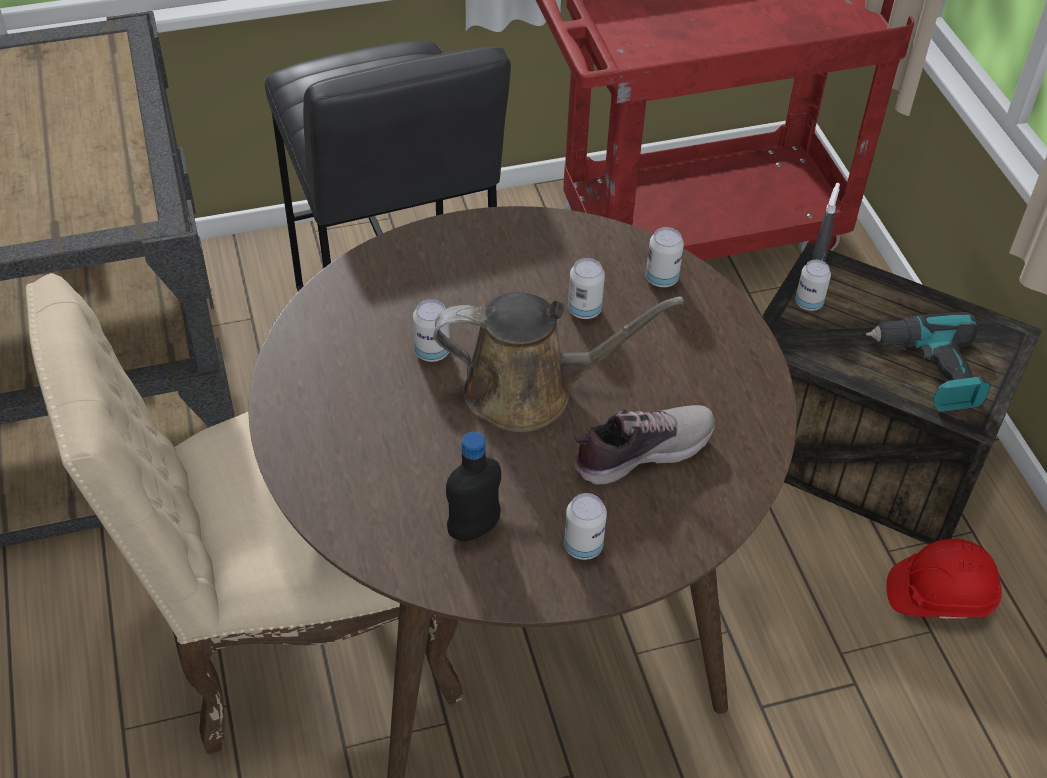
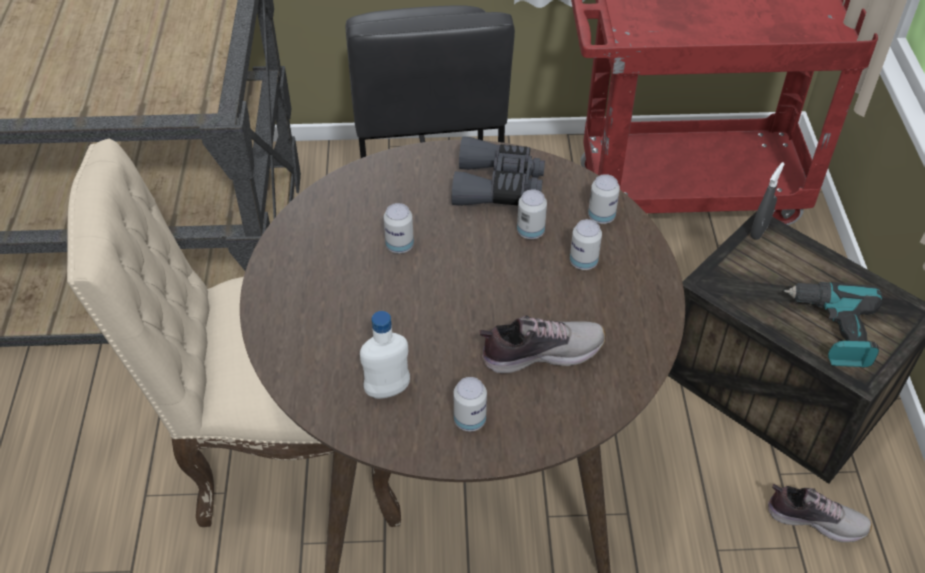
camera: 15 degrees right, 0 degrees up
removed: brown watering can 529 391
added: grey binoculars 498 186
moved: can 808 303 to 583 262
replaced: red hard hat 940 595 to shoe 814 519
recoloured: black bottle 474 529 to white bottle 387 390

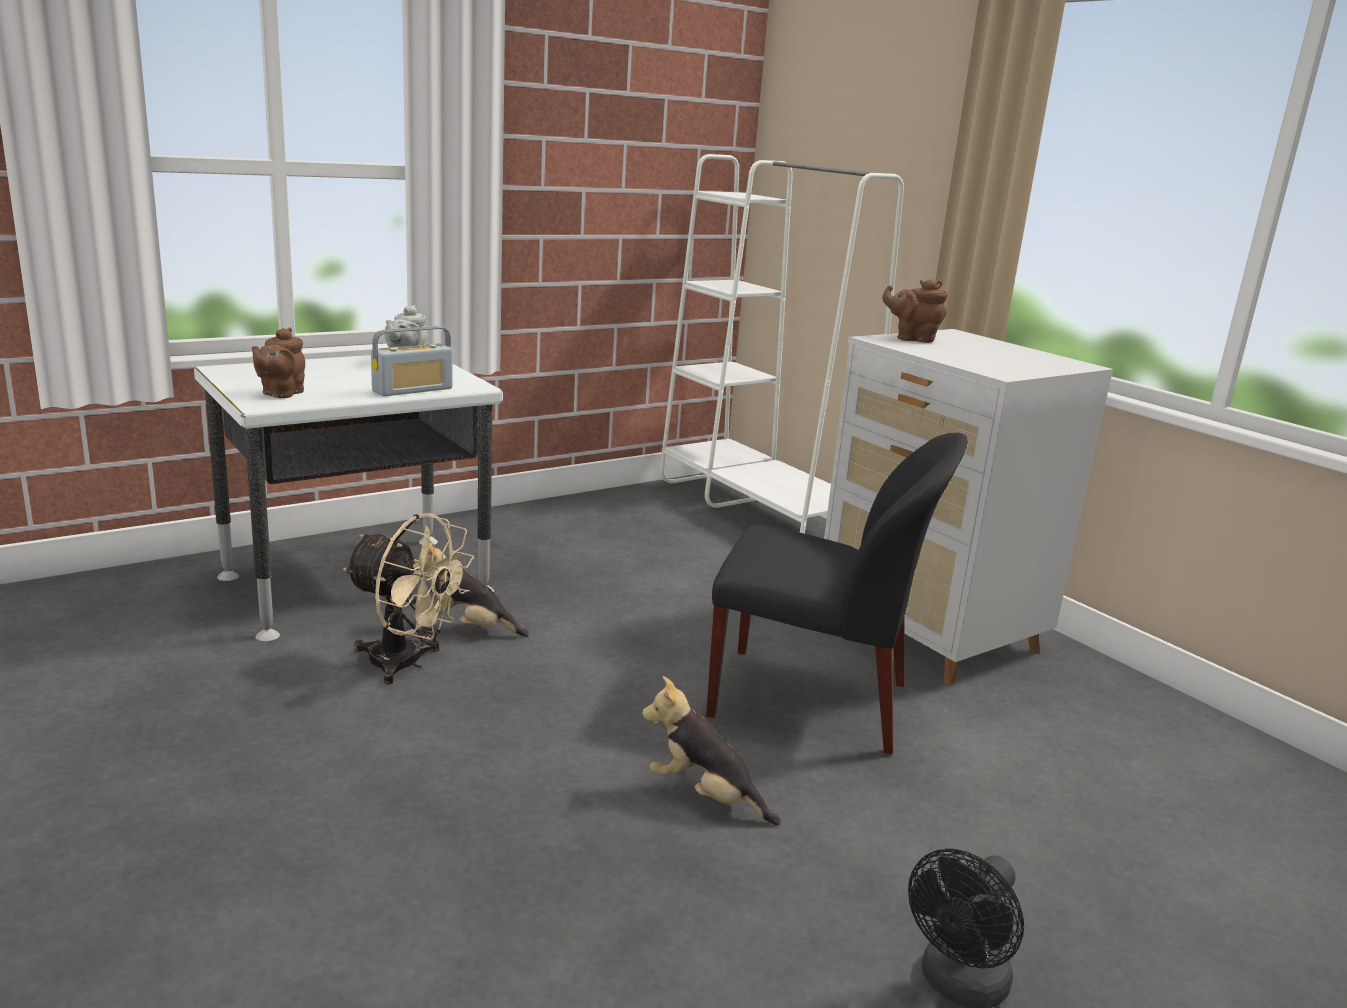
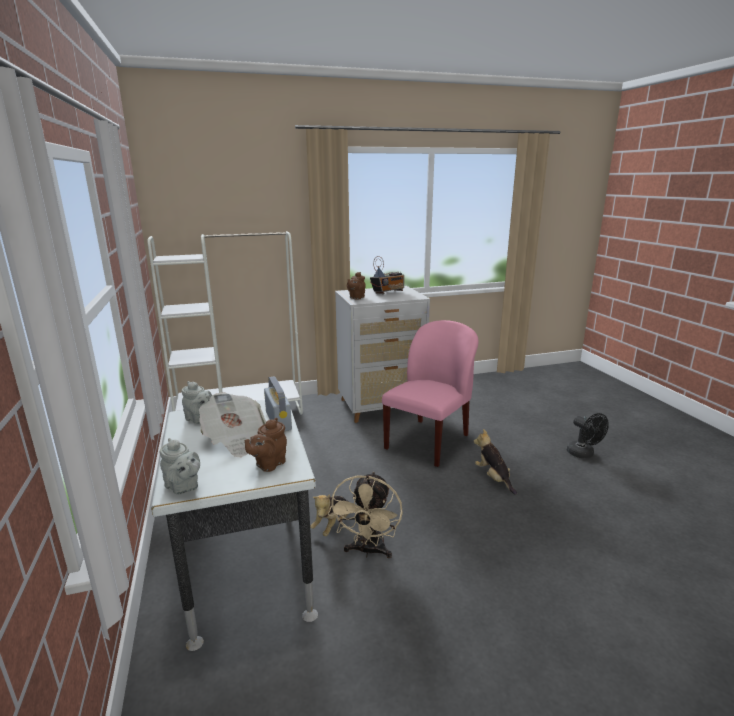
camera: 70 degrees left, 0 degrees up
added: grey teapot 183 487; newspaper 236 440; radio 388 292
recoloured: black chair 814 701 to pink chair 428 441
turned: brown teapot 280 393 = 269 464 90 degrees clockwise; beige fan 407 664 = 368 551 150 degrees clockwise; plush toy 705 796 = 493 478 105 degrees clockwise

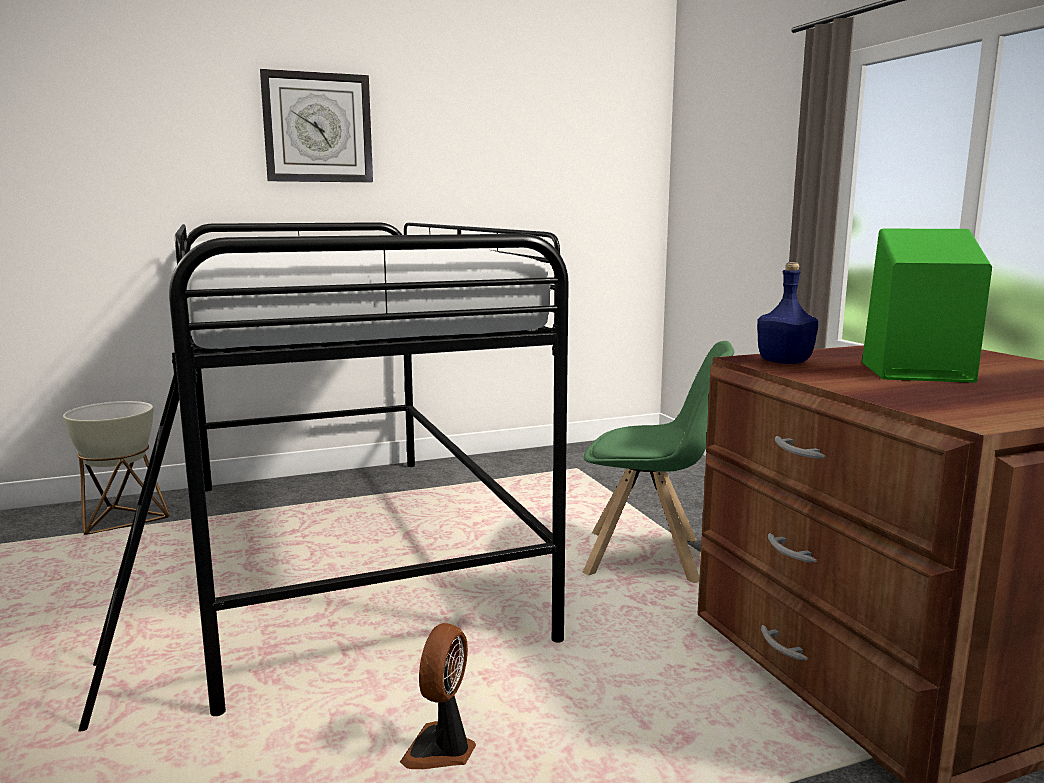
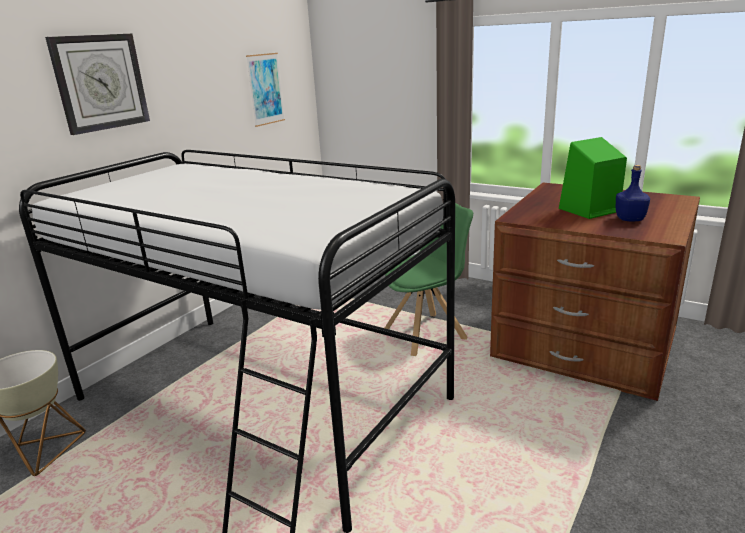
camera: 35 degrees left, 10 degrees up
removed: fan 441 751
added: picture 265 89
moved: blue bottle 784 362 to 630 219

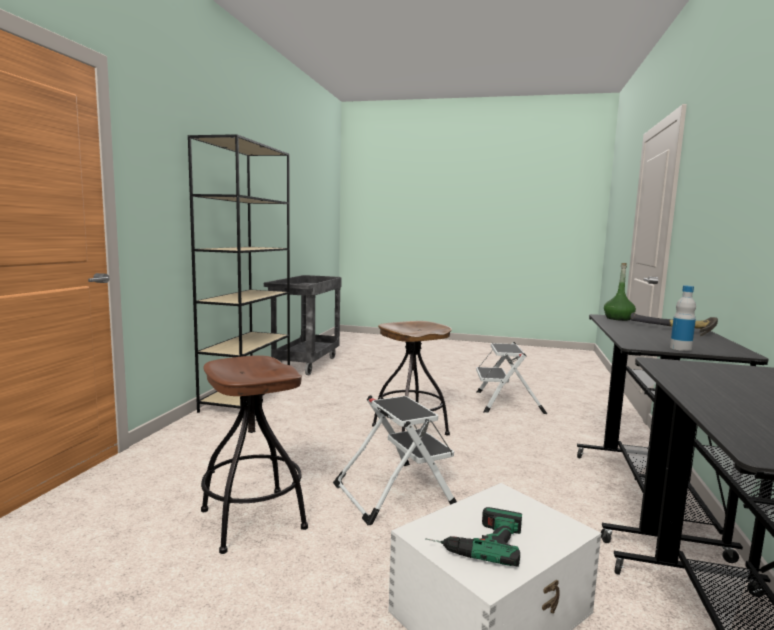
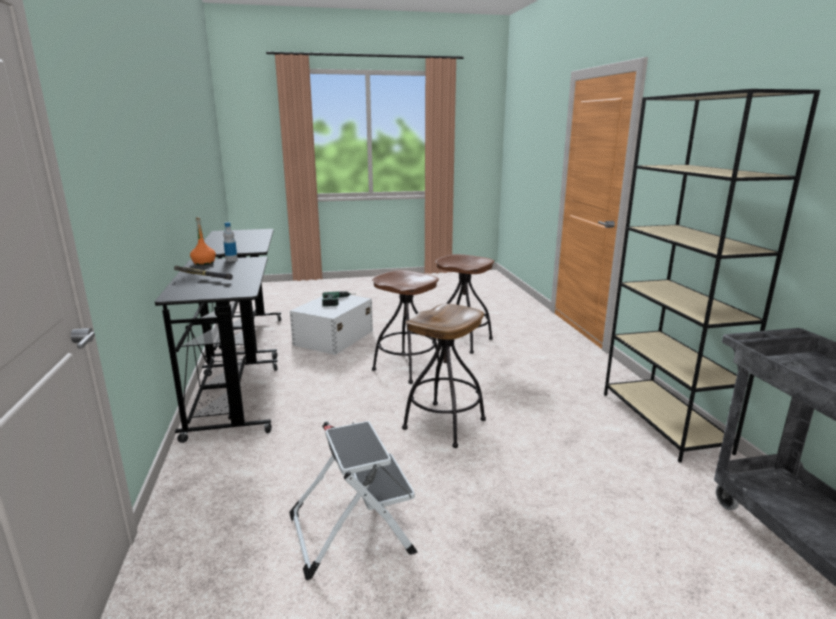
camera: 155 degrees right, 10 degrees up
removed: green bottle 618 318
added: orange bottle 204 263
replaced: step ladder 394 491 to brown stool 407 368

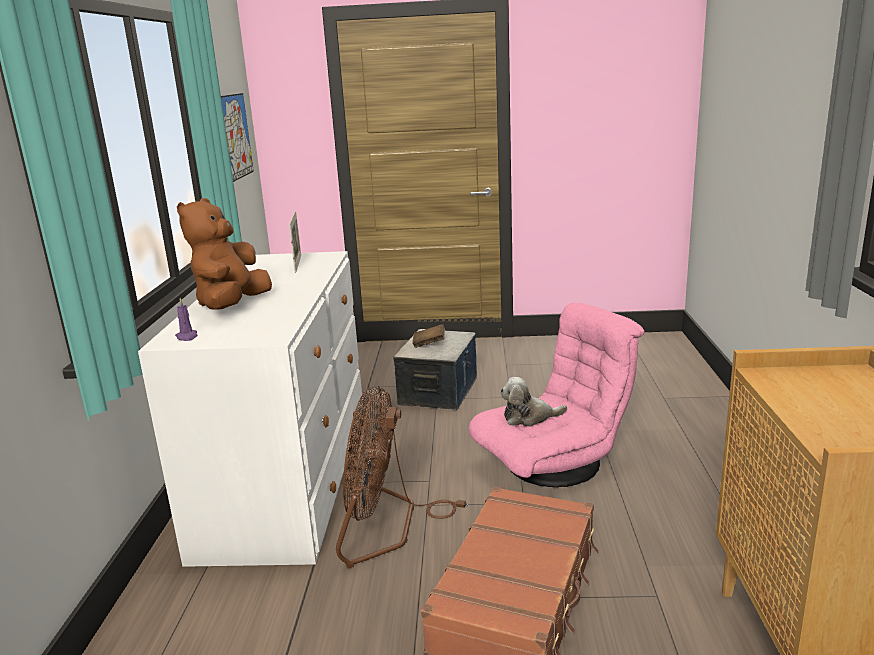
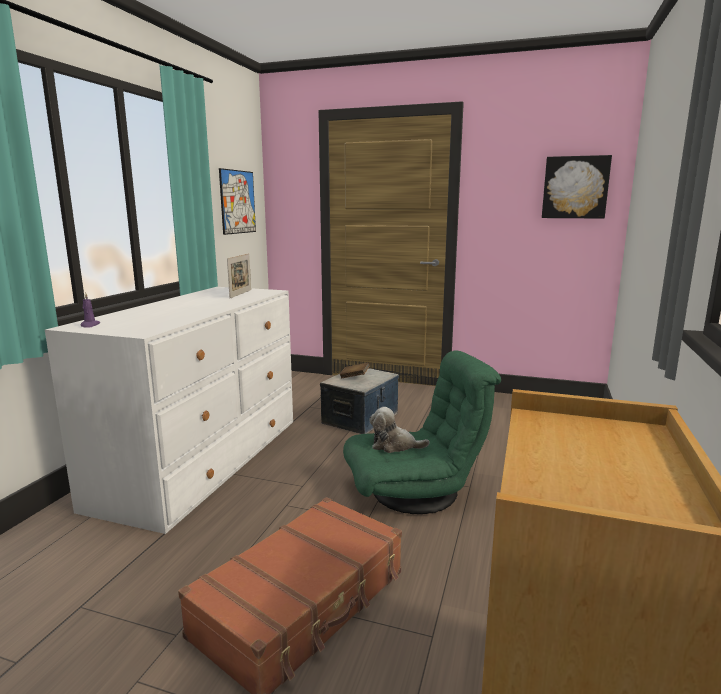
camera: 15 degrees right, 5 degrees down
removed: brown plush toy 232 306; brown fan 390 521
added: picture 575 187
recoloured: pink armchair 553 465 to green armchair 414 493

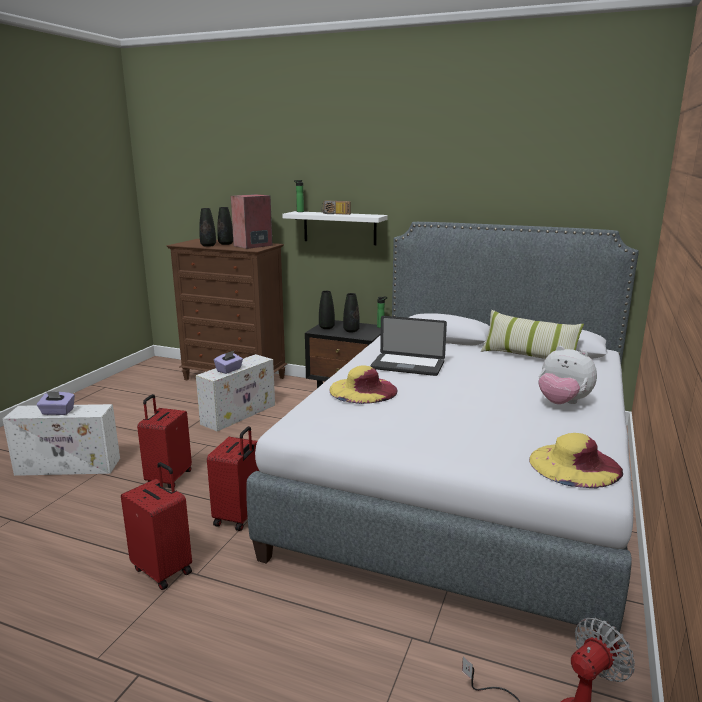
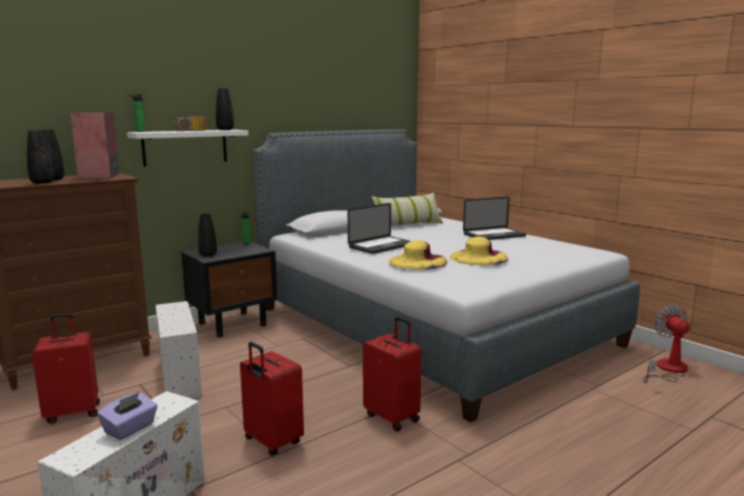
camera: 60 degrees left, 5 degrees down
removed: purple tissue box 229 370
moved: red suitcase 164 570 to 73 412; black vase 351 330 to 225 130; yellow hat 574 464 to 478 257
replaced: plush toy 562 403 to laptop 494 235

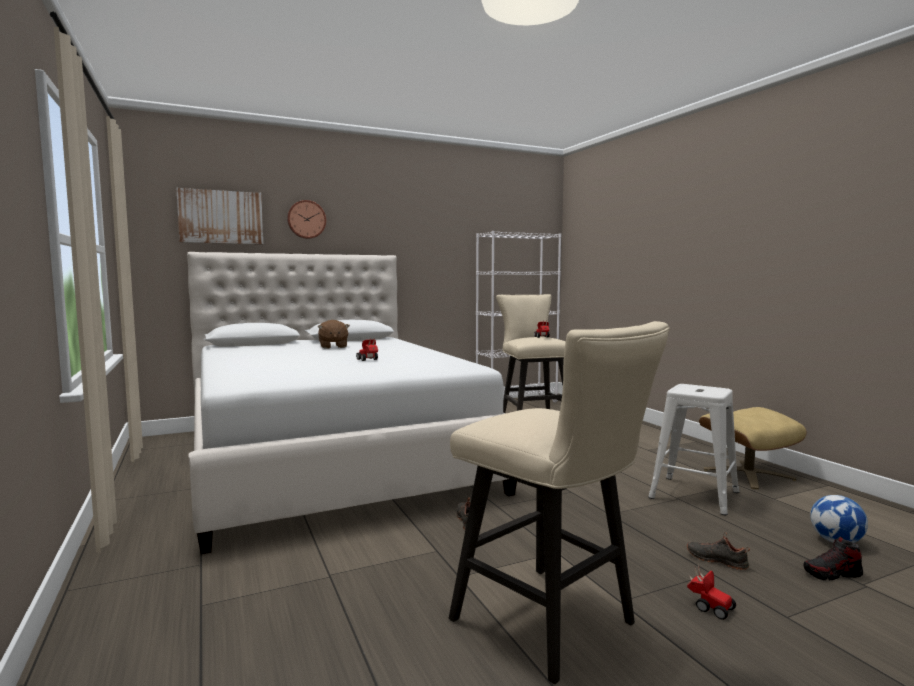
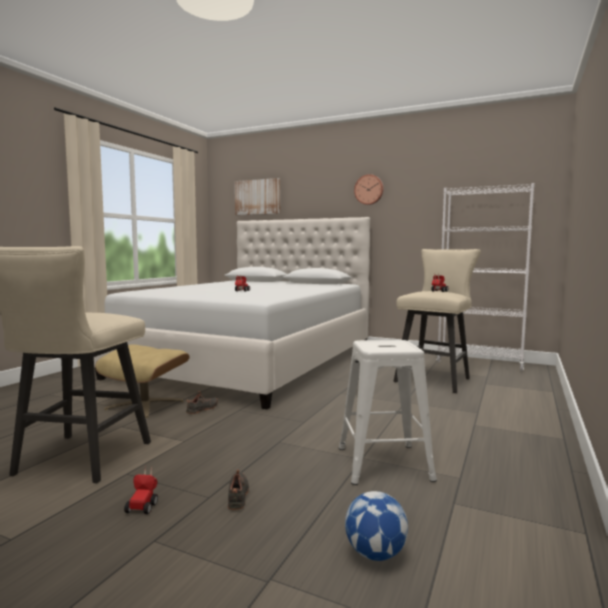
camera: 50 degrees right, 0 degrees up
removed: brown plush toy 333 346; shoe 832 574
moved: wall clock 306 219 to 369 189; beige ottoman 748 474 to 145 404

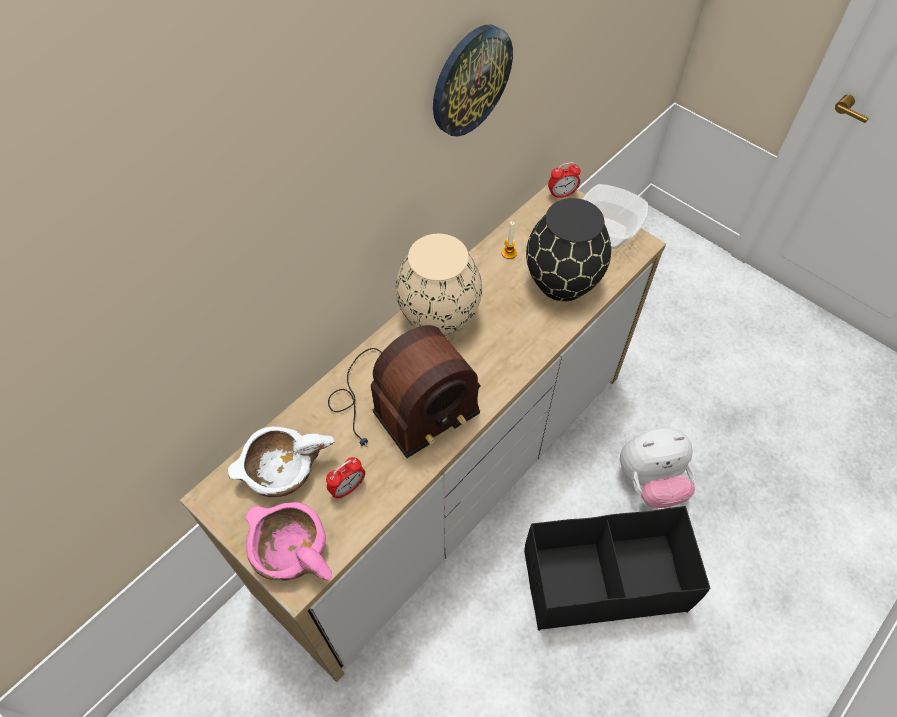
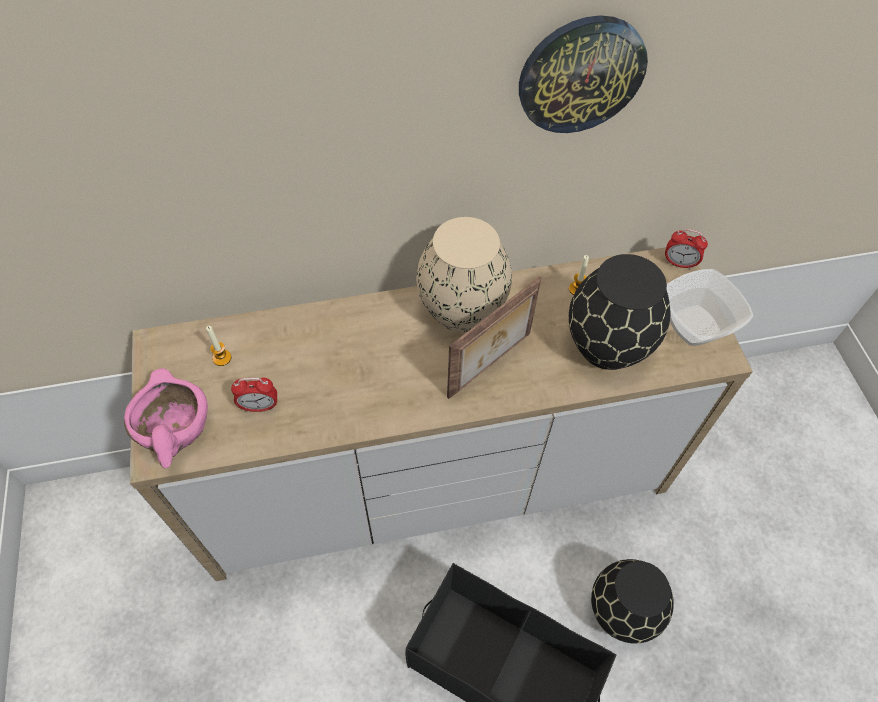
camera: 35 degrees right, 0 degrees up
removed: radio 401 405
added: picture frame 491 365
replaced: white bowl 281 471 to candle 222 358; plush toy 650 481 to black vase 623 611

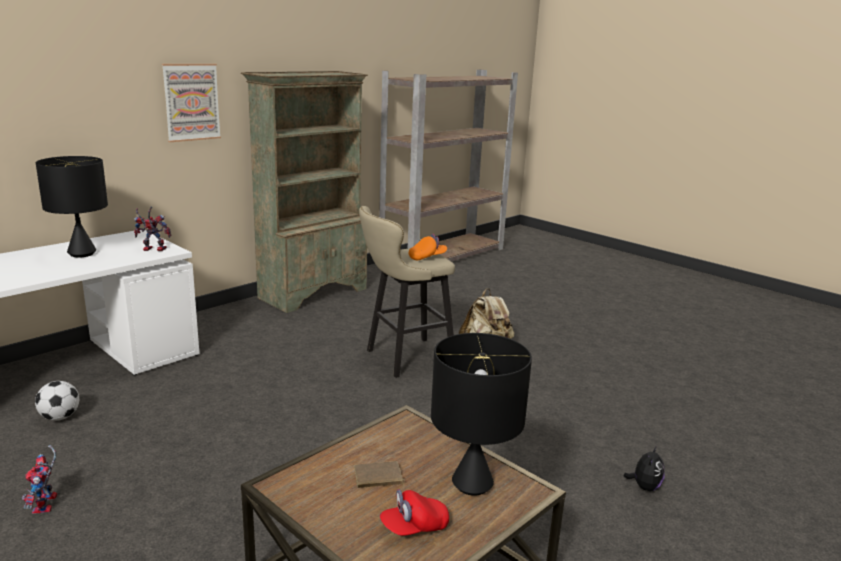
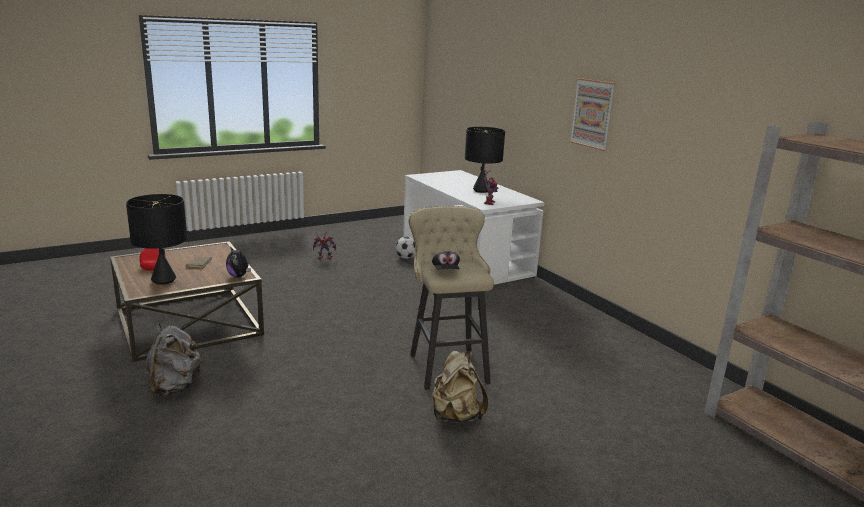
camera: 105 degrees right, 0 degrees up
removed: green bookcase 313 293
added: grey backpack 175 387
moved: plush toy 644 487 to 239 276
recoloured: orange cap 427 257 to black cap 445 271

